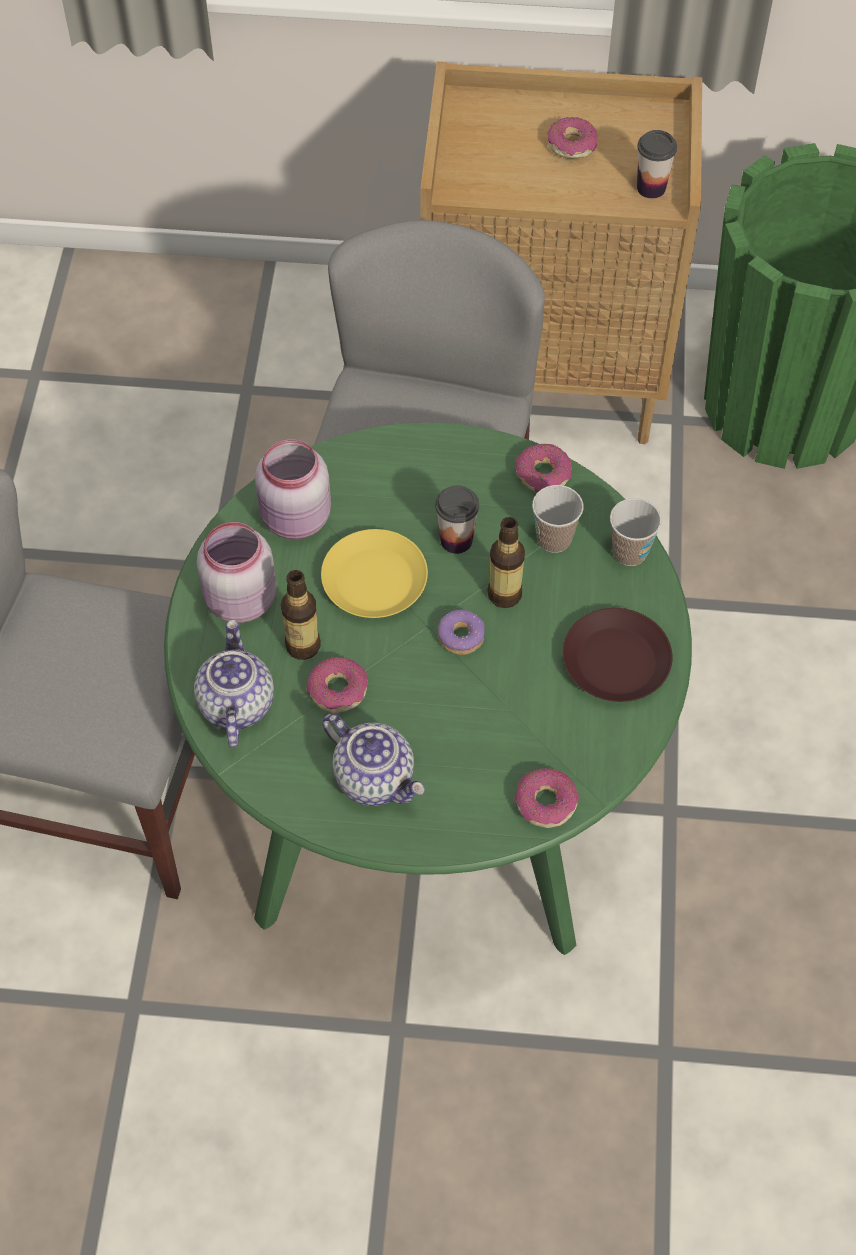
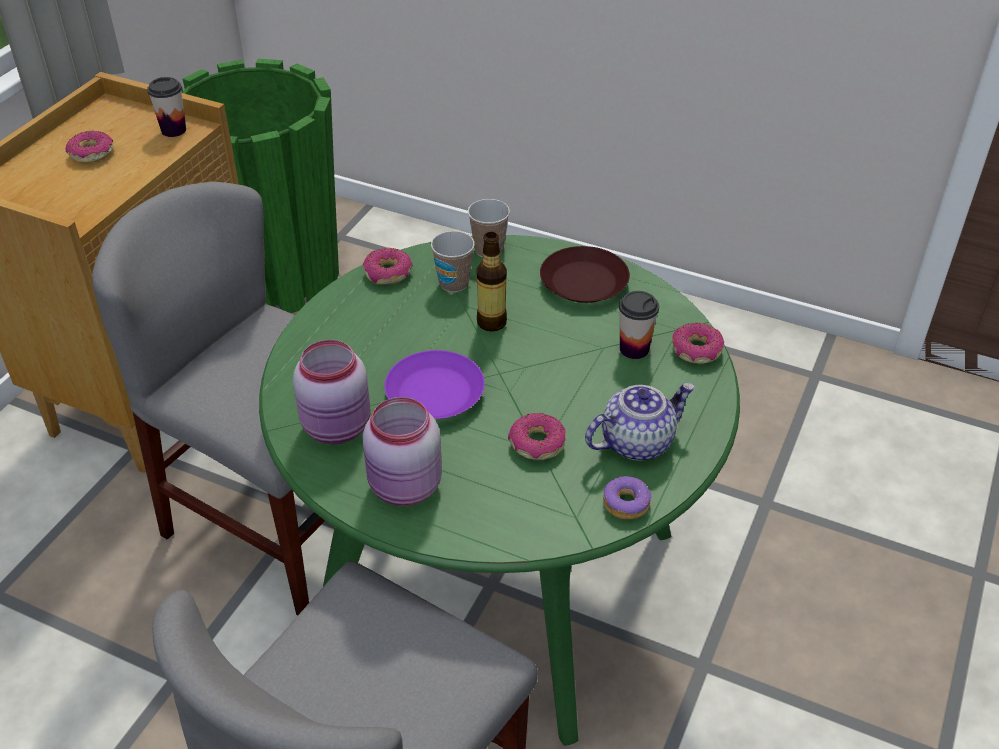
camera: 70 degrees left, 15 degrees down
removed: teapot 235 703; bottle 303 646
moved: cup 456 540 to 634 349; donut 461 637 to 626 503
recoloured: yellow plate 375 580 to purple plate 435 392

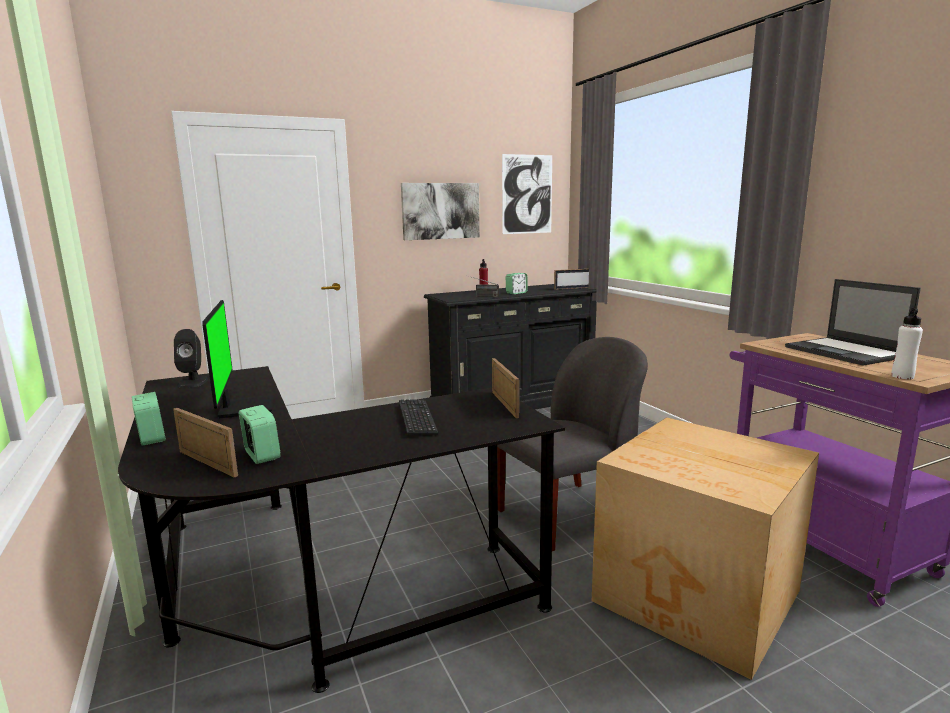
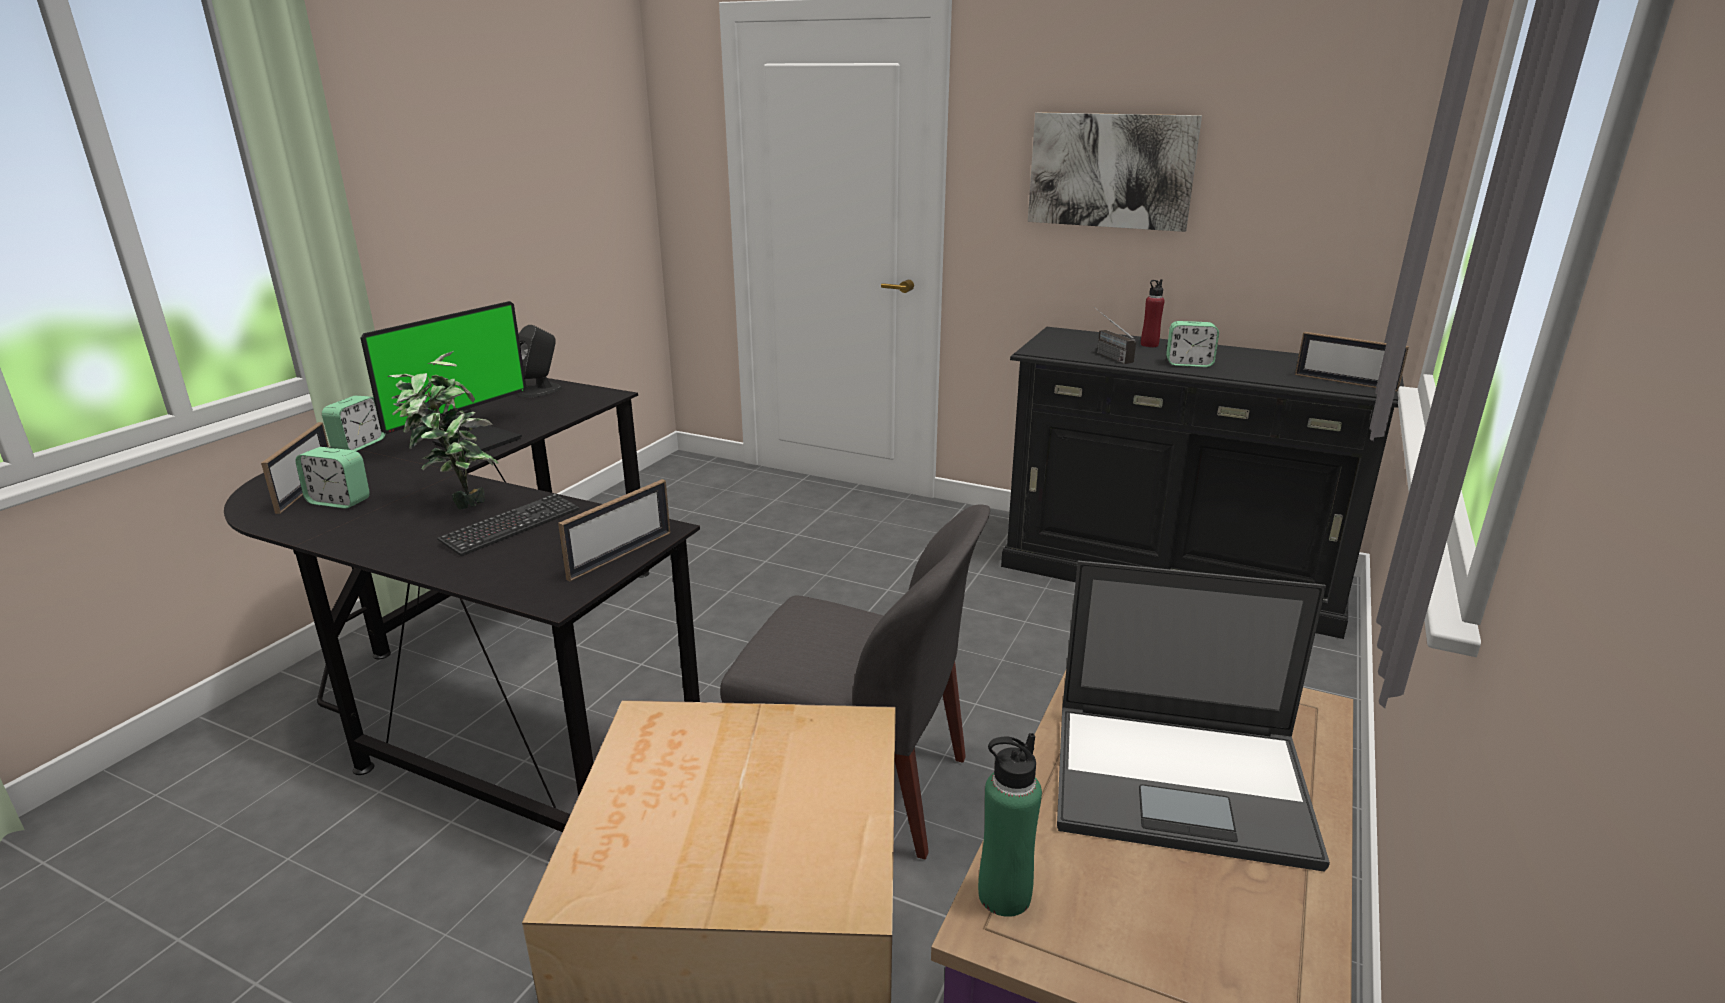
camera: 50 degrees right, 10 degrees up
removed: picture 527 194
added: potted plant 457 503
recoloured: white bottle 902 376 to green bottle 1004 895
turned: alarm clock 261 455 = 339 501 90 degrees clockwise; laptop 846 352 = 1183 782 105 degrees counterclockwise

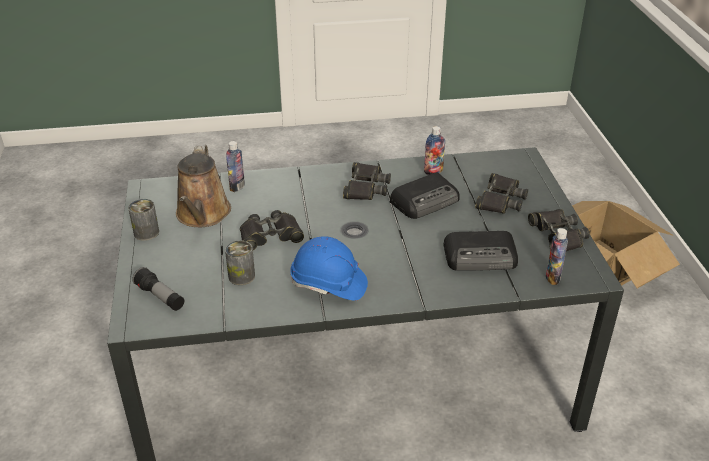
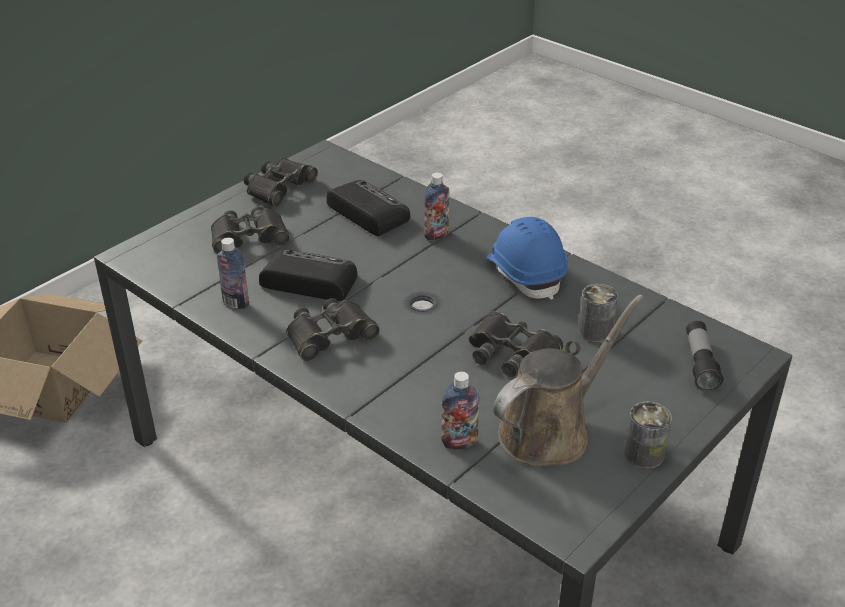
camera: 130 degrees left, 0 degrees up
moved: bottle 552 277 to 436 235

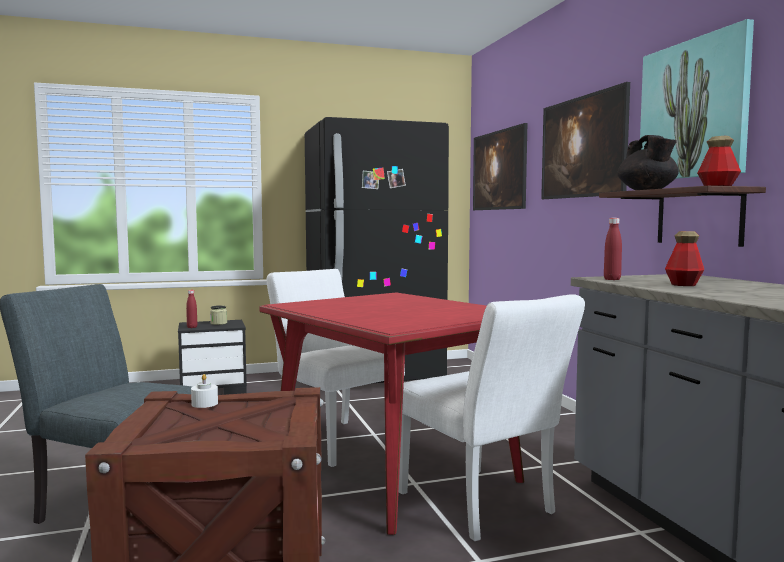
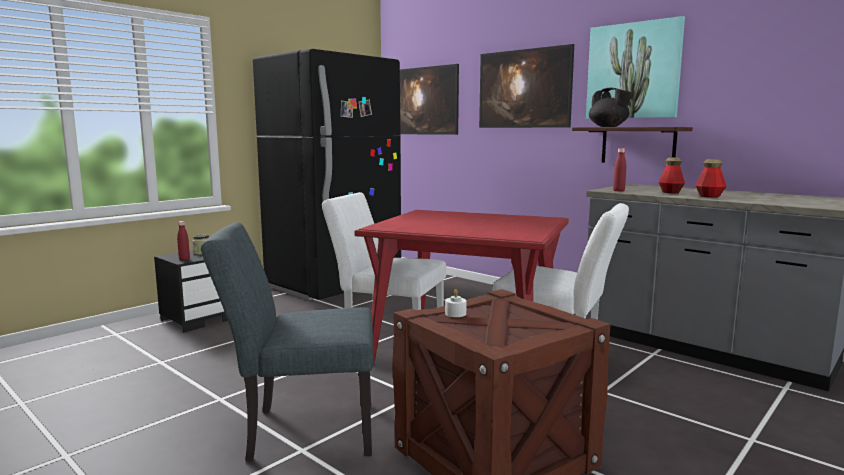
camera: 30 degrees left, 5 degrees up
moved: bottle 718 187 to 709 196

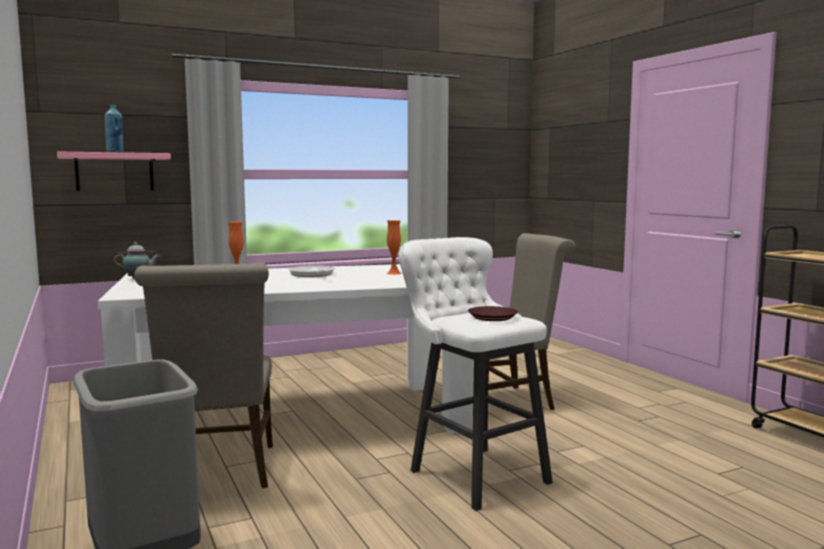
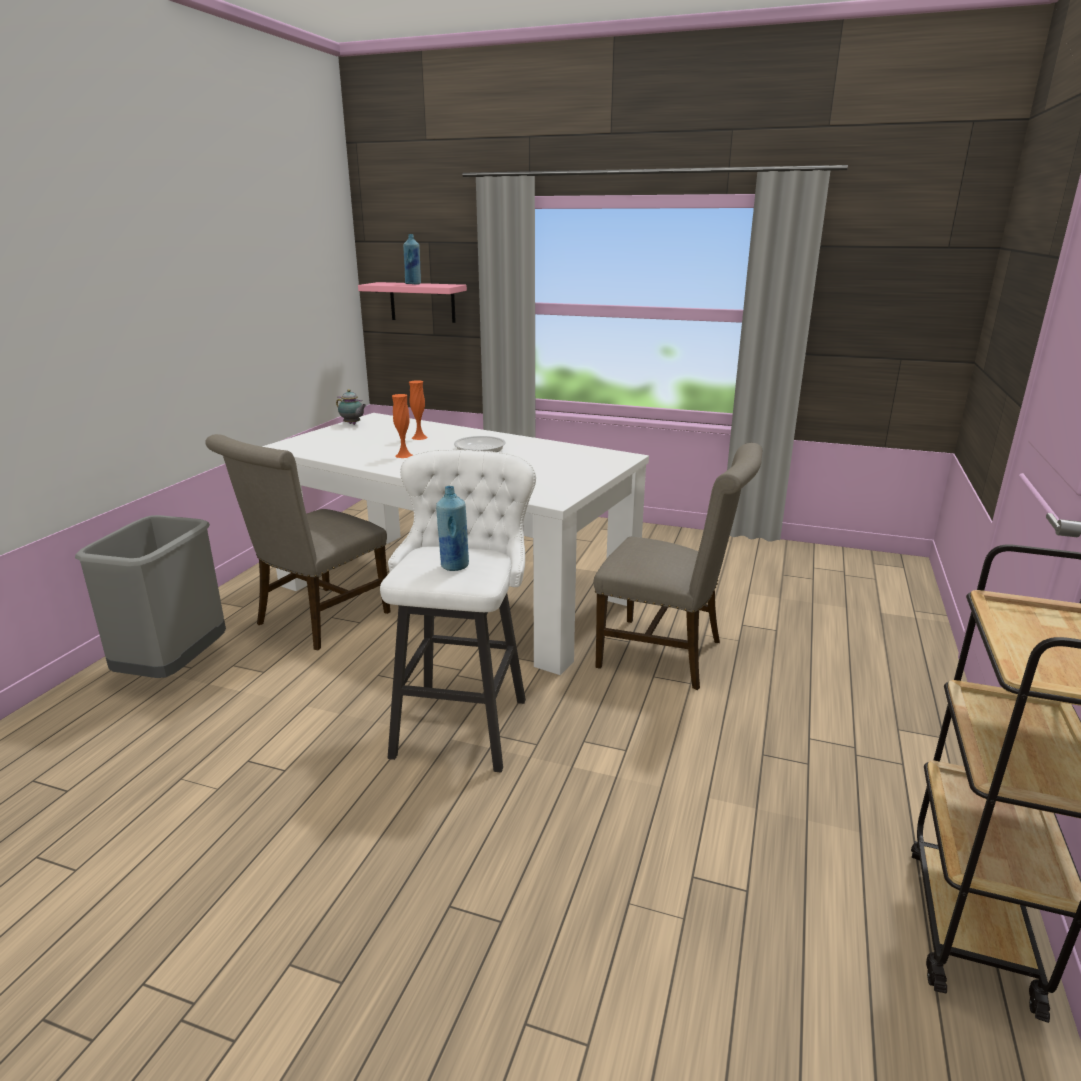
camera: 45 degrees right, 15 degrees up
moved: orange vase 394 273 to 404 455
replaced: brown plate 492 317 to blue bottle 454 566

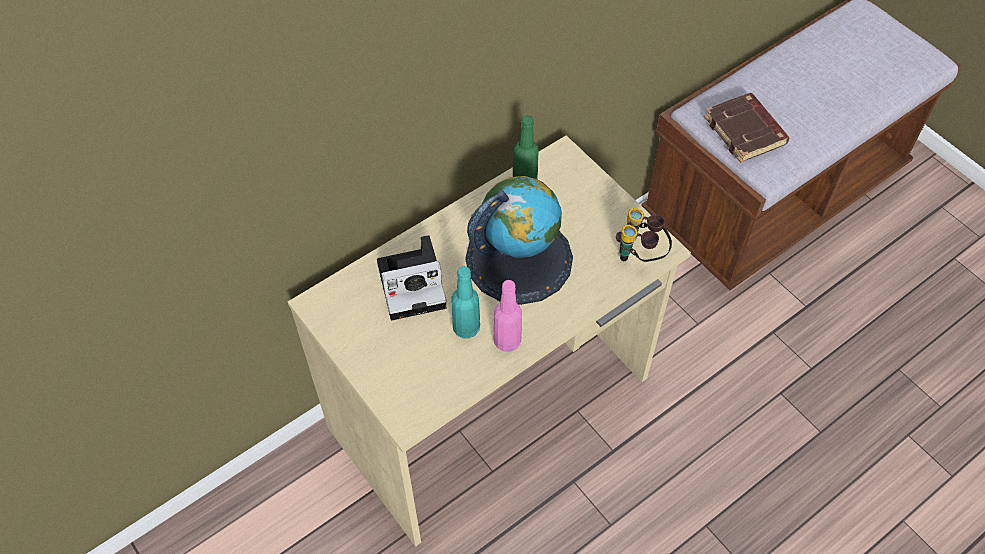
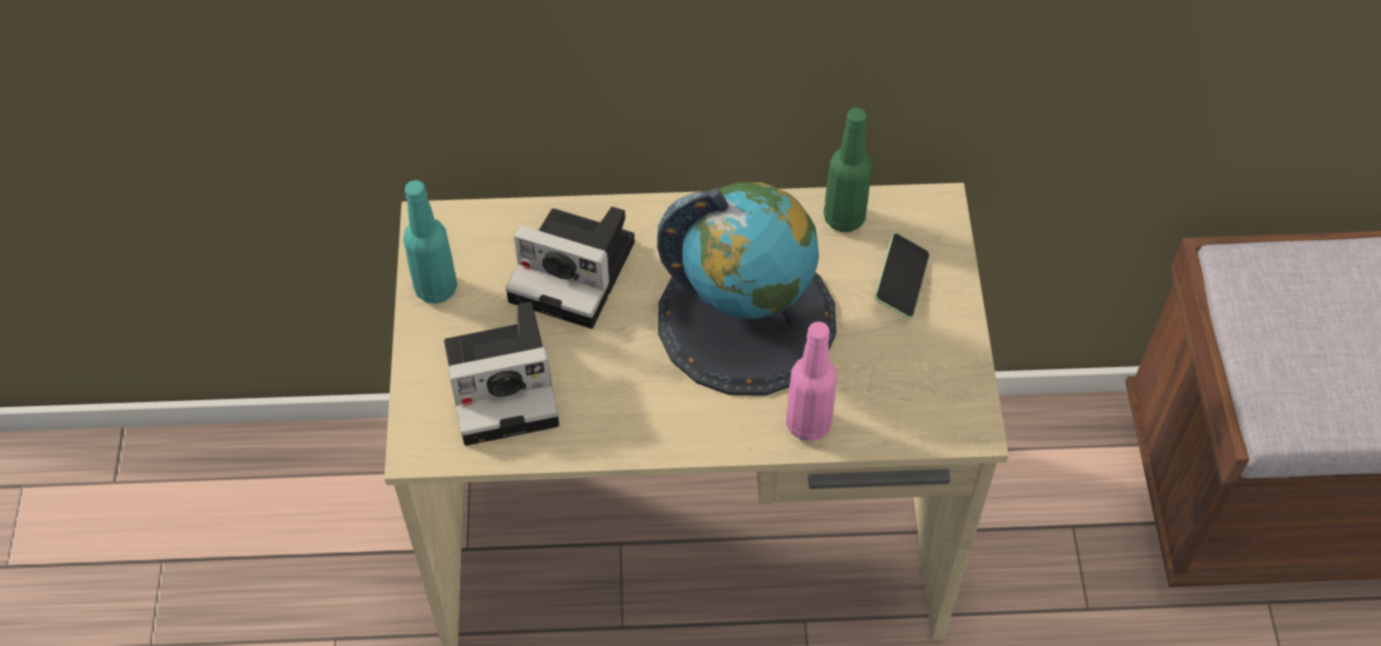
camera: 35 degrees right, 0 degrees up
removed: binoculars 640 255; brown book 746 132
added: photo camera 507 383; phone 901 283
moved: turquoise bottle 466 328 to 435 288; pink bottle 507 341 to 808 424

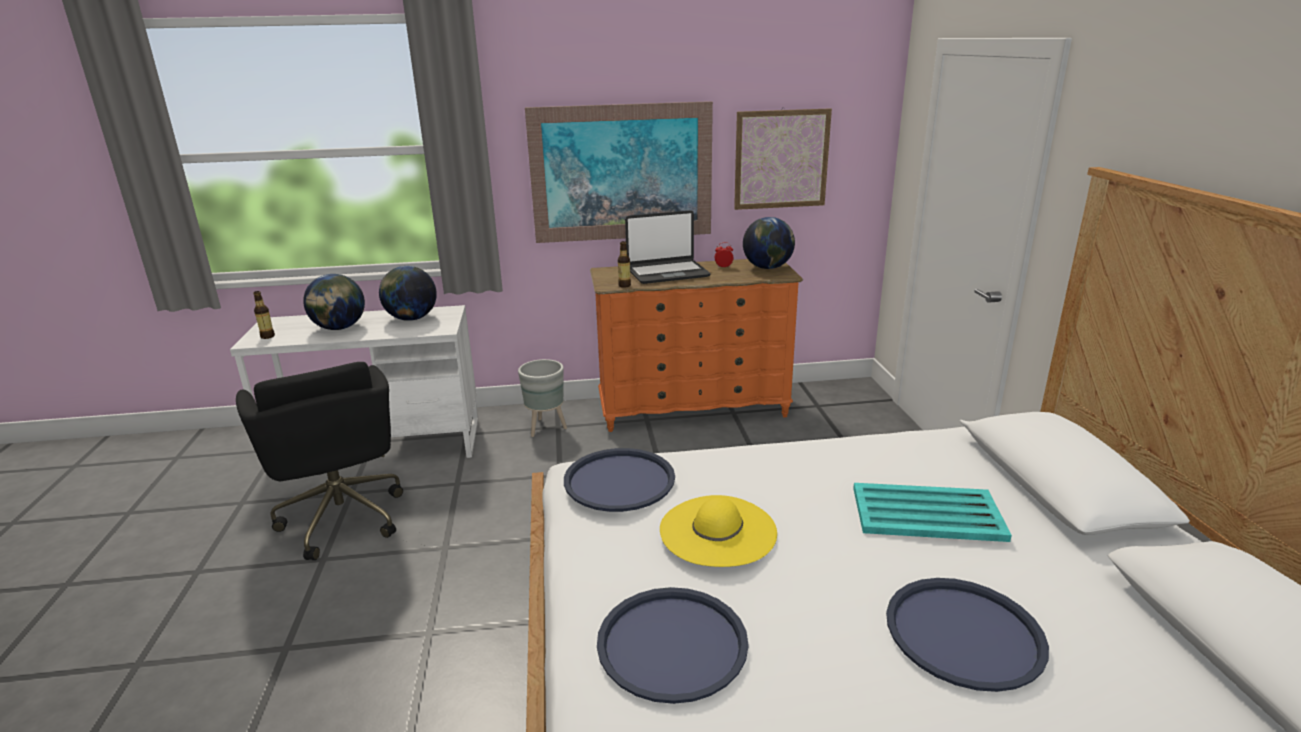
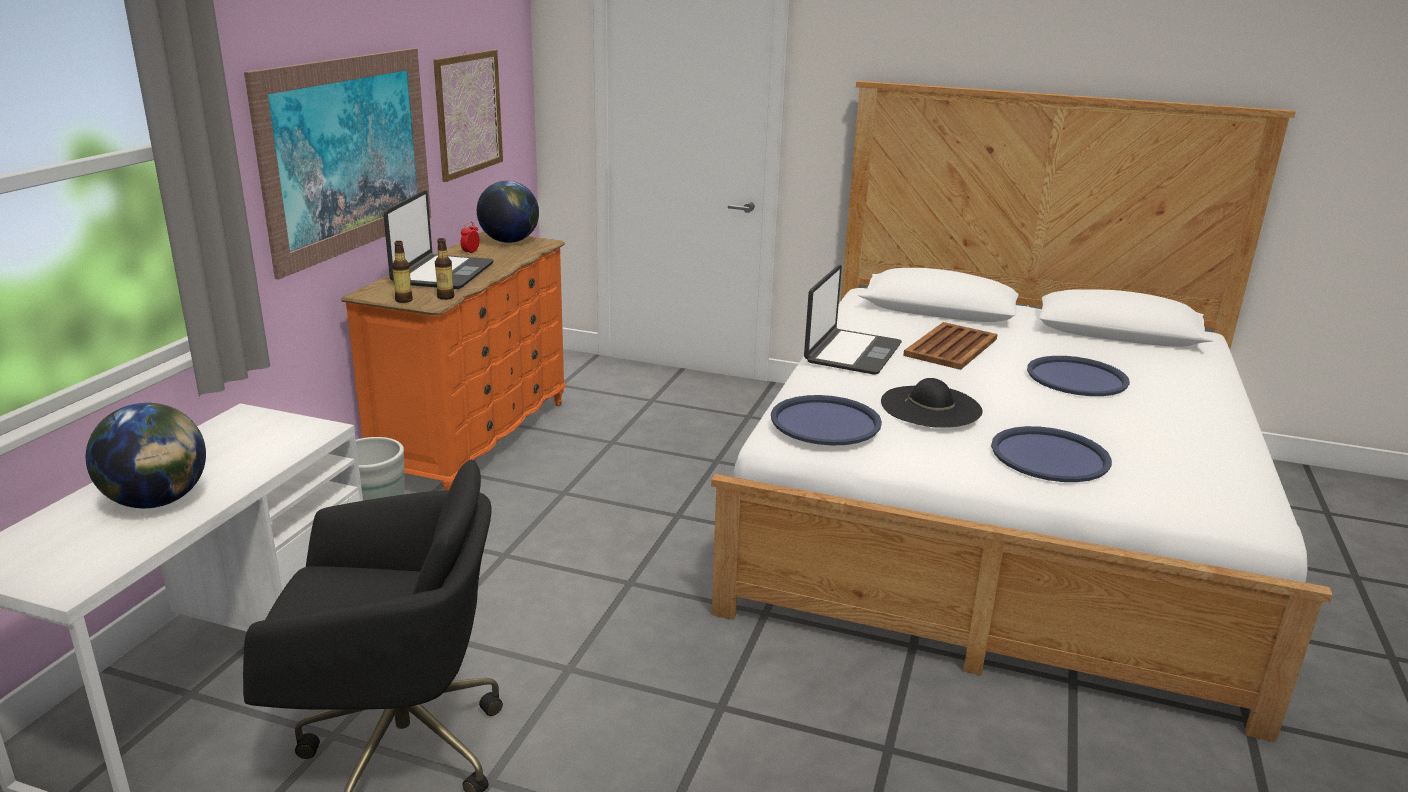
camera: 65 degrees left, 0 degrees up
removed: globe 411 318
added: laptop 851 353
moved: bottle 267 336 to 404 300
recoloured: yellow hat 718 530 to black hat 931 406; turquoise tray 928 514 to brown tray 951 347

